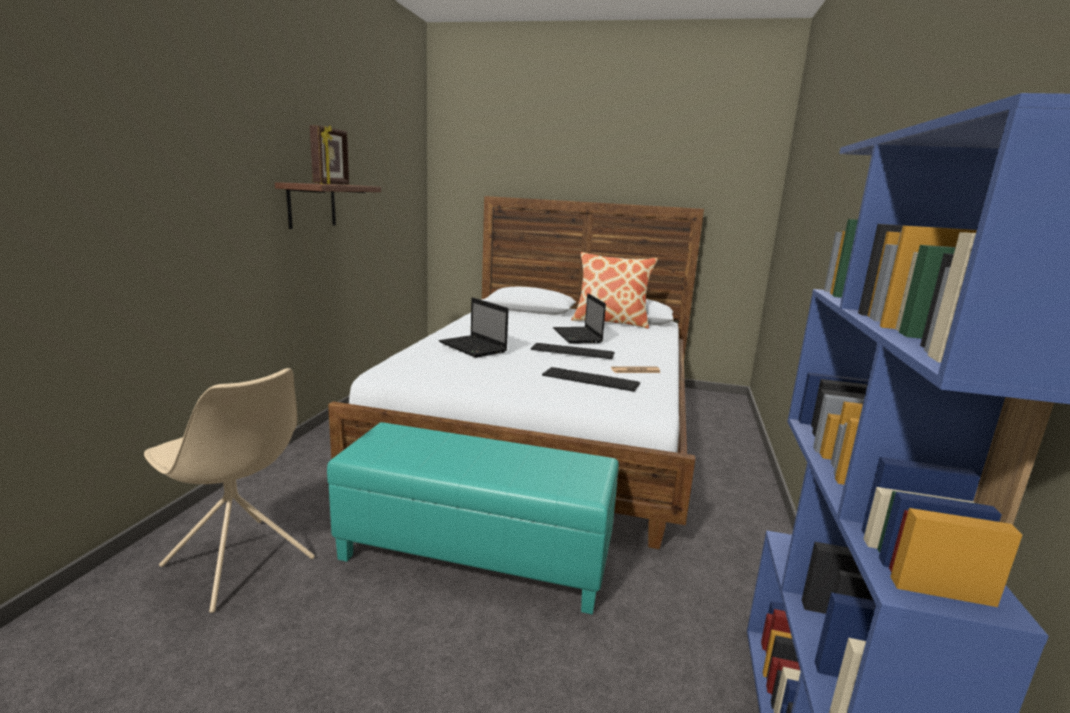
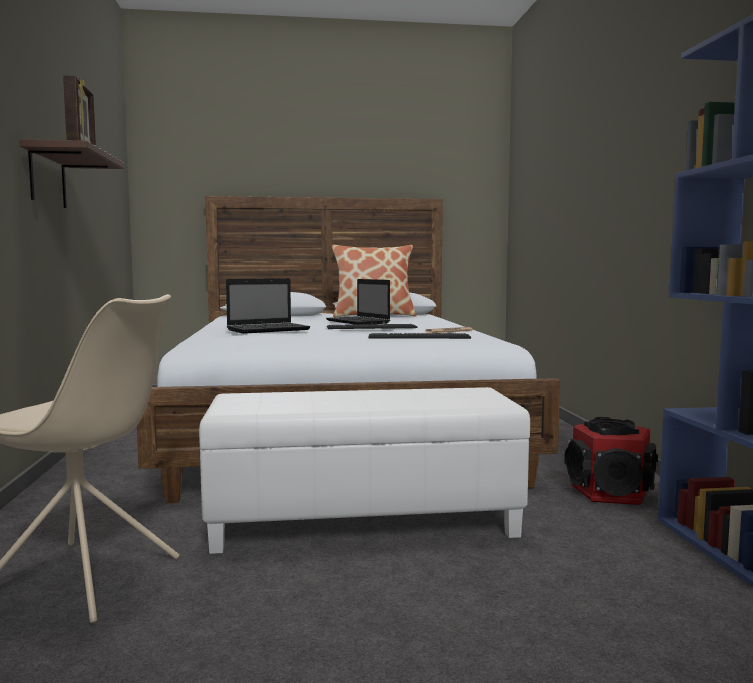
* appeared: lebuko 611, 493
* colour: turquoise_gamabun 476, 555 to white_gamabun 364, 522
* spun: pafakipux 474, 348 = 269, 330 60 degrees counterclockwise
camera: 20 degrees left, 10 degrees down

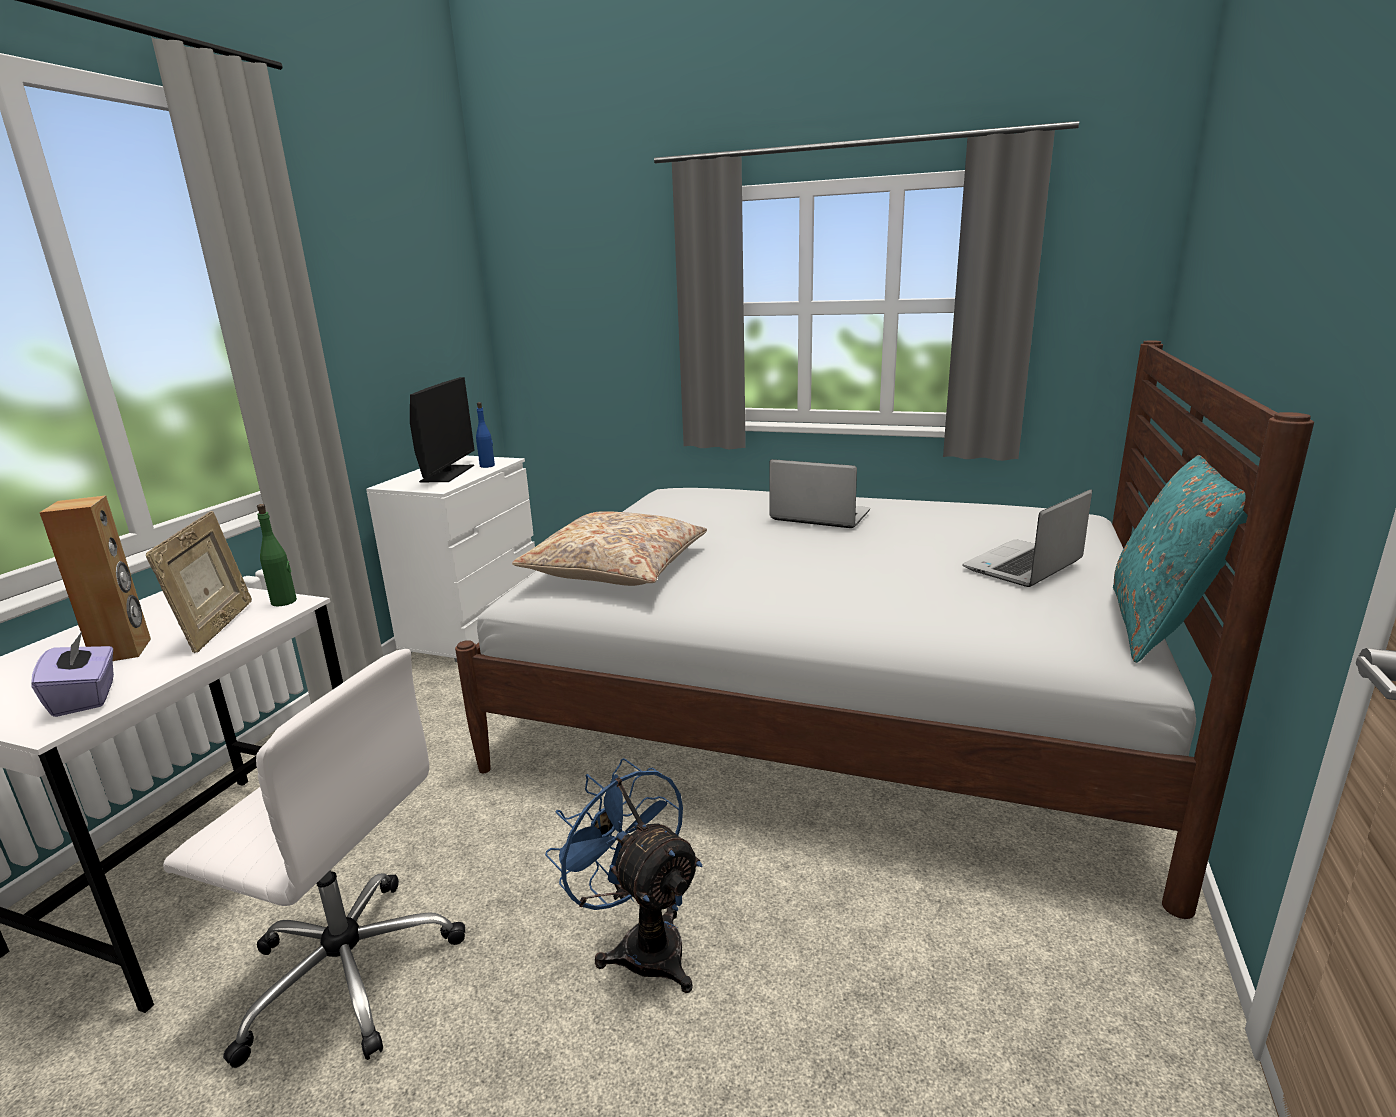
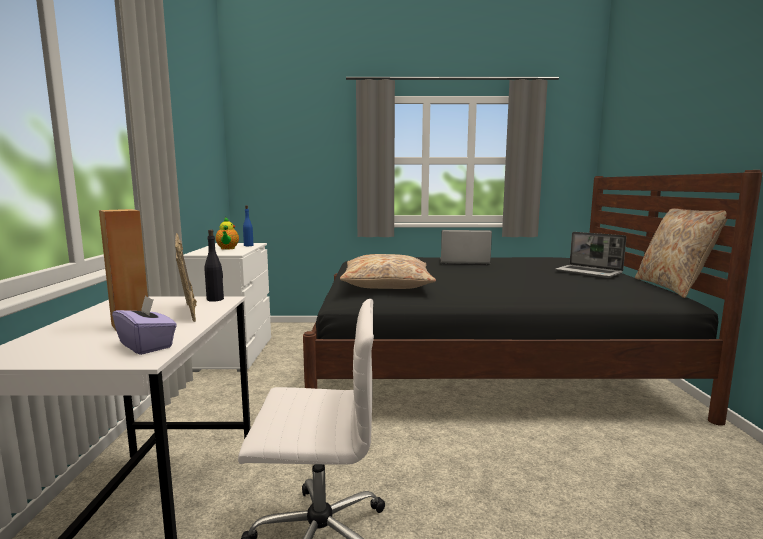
* missing: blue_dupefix 641, 943
* exchanged: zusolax 447, 473 to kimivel 227, 248
* colour: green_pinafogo 284, 601 to black_pinafogo 215, 299
* colour: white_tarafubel 827, 702 to black_tarafubel 481, 365
* colour: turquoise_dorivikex 1159, 626 to beige_dorivikex 673, 287
* spun: pafakipux 1023, 566 = 589, 272 75 degrees counterclockwise
camera: 20 degrees left, 10 degrees down

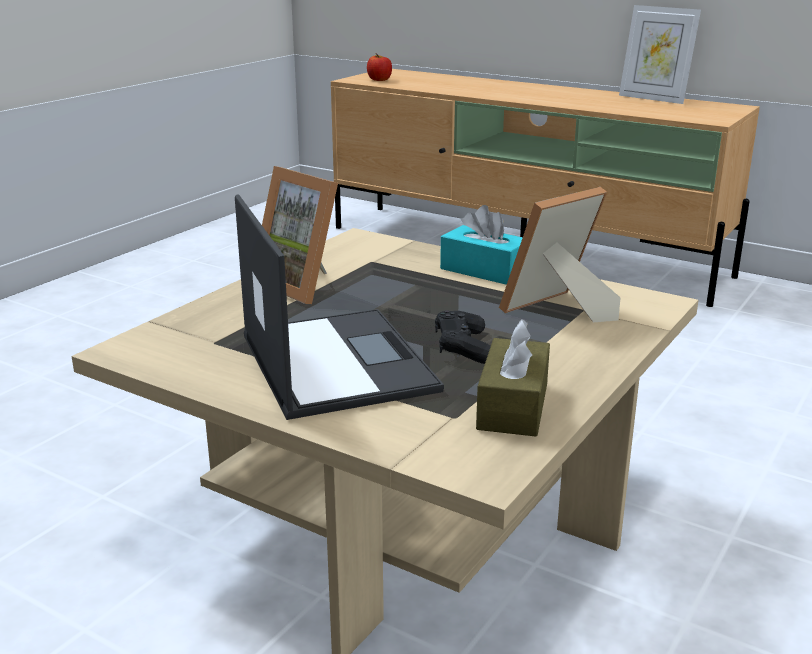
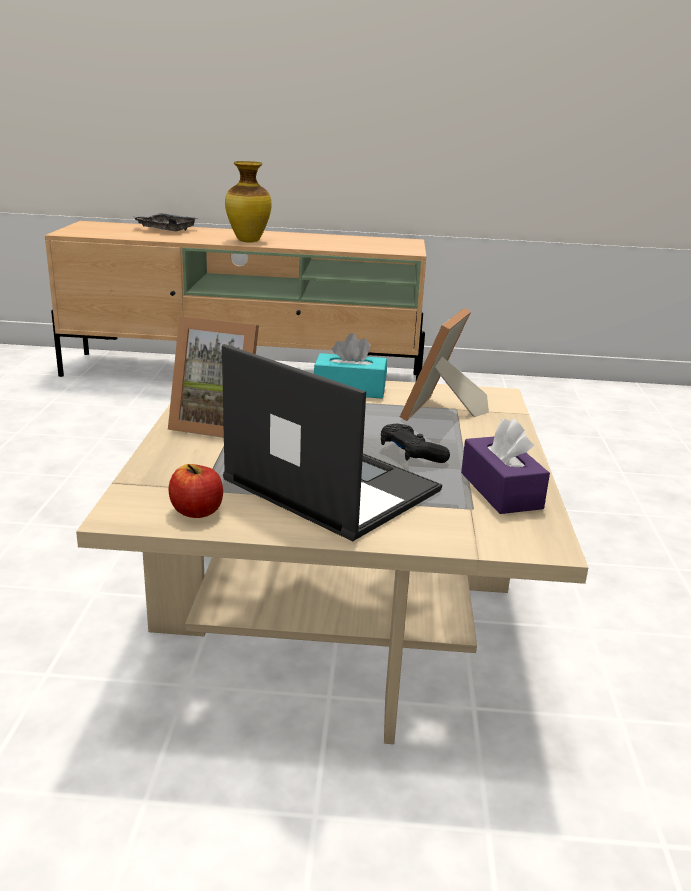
* missing: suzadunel 653, 98
* appeared: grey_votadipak 166, 230
* appeared: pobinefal 247, 241
* relocated: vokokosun 379, 80 to 197, 511
* colour: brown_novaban 513, 406 to purple_novaban 500, 490
camera: 30 degrees left, 0 degrees up

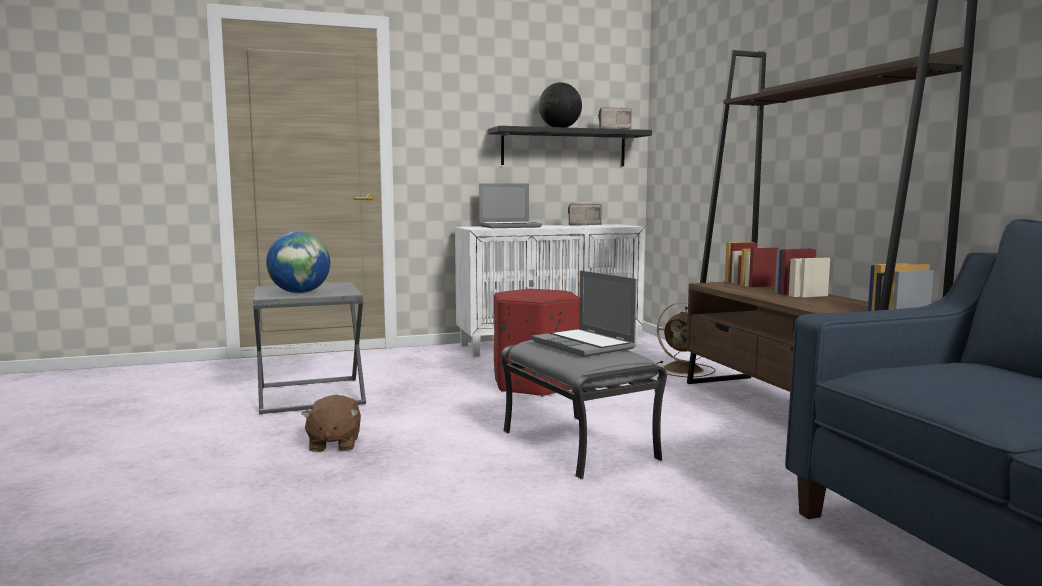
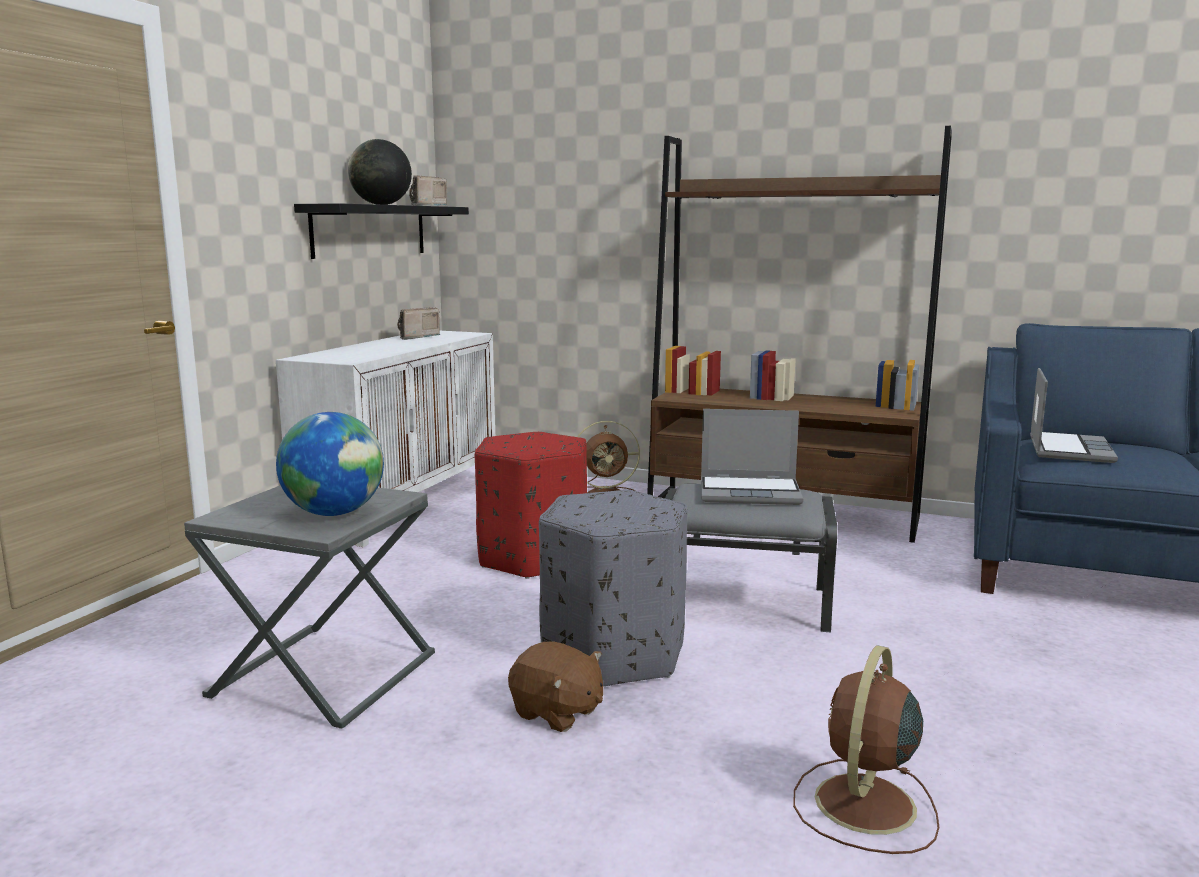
* appeared: grey_gamabun 615, 654
* appeared: brown_dupefix 864, 806
* relocated: pafakipux 510, 226 to 1068, 449
camera: 50 degrees left, 5 degrees up

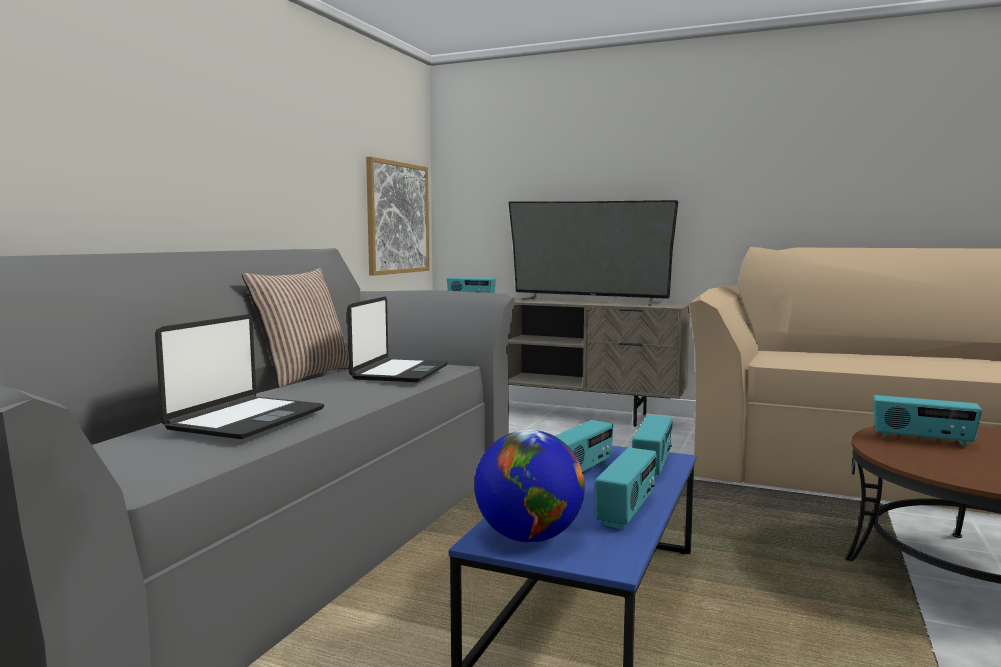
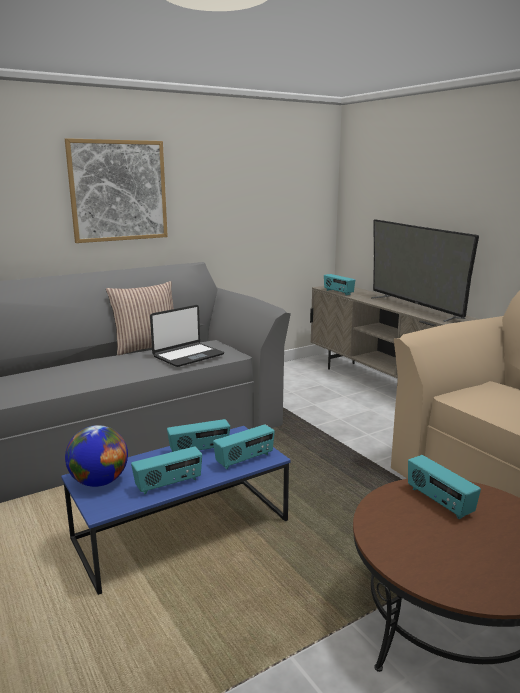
* missing: pafakipux 245, 419
* relocated: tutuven 397, 218 to 118, 191
camera: 35 degrees right, 10 degrees up

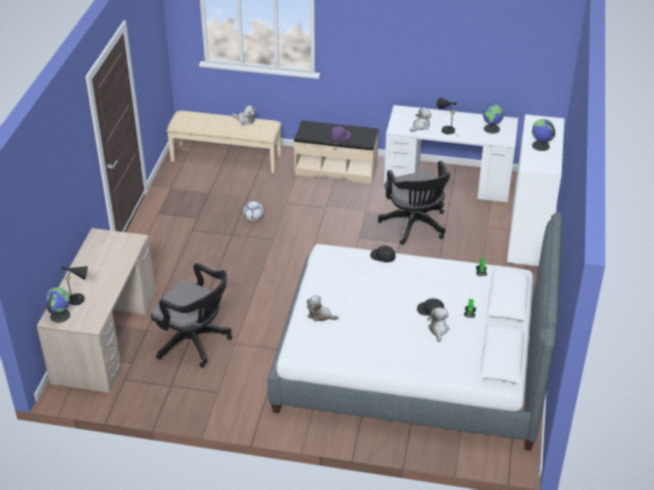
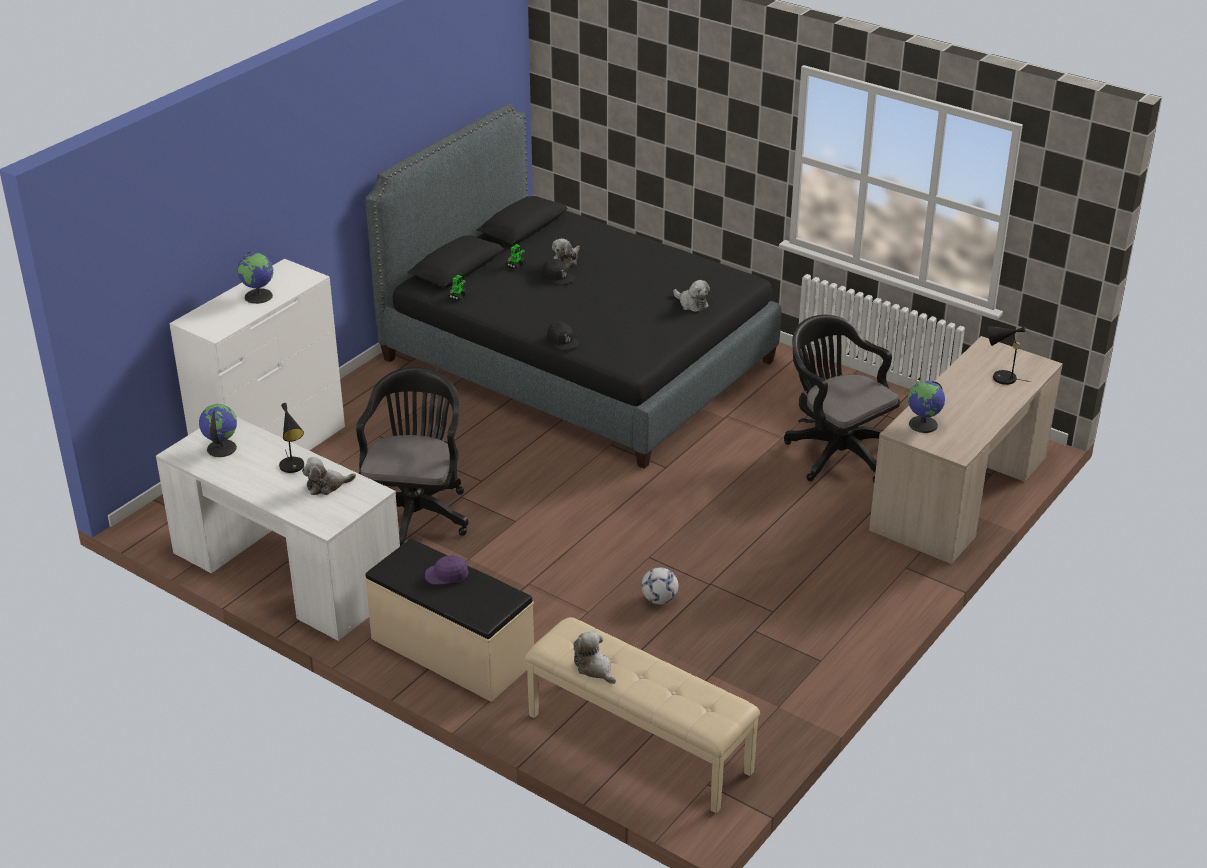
* relocated: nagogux 59, 315 to 923, 424
* colour: white_tarafubel 413, 365 to black_tarafubel 576, 360
camera: 155 degrees left, 5 degrees down

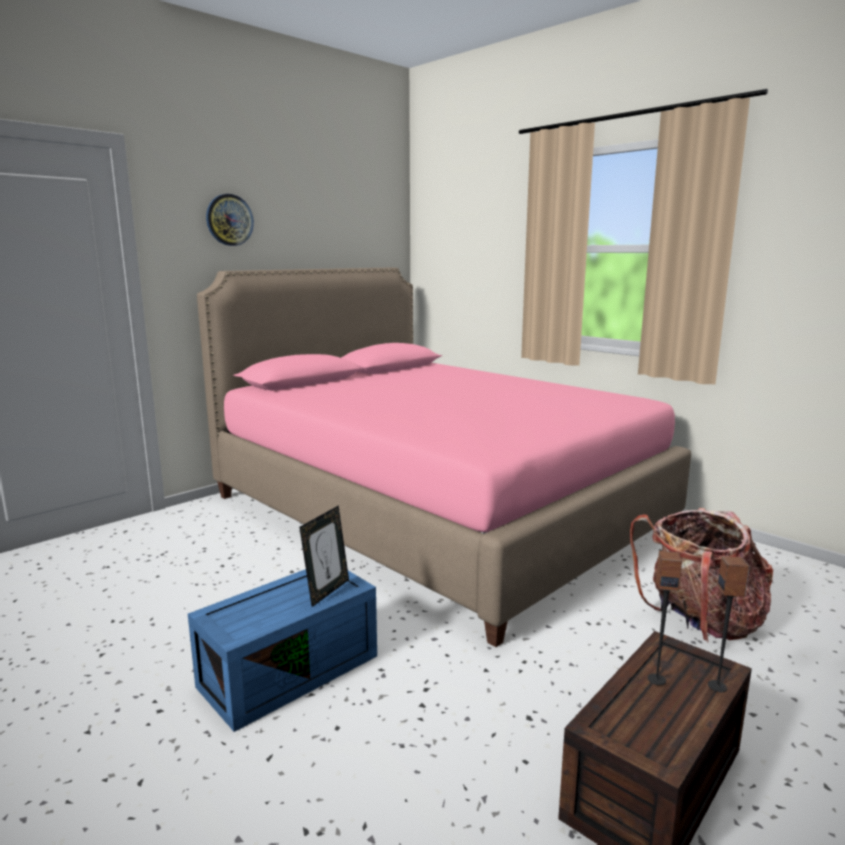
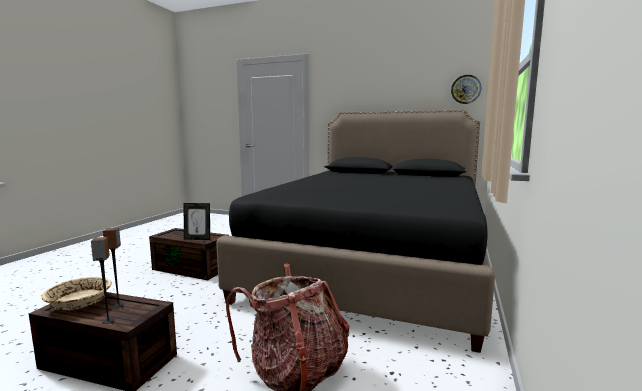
* appeared: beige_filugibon 79, 303
* relocated: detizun 229, 220 to 466, 89
* colour: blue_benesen 290, 669 to brown_benesen 193, 268
* colour: pink_tarafubel 434, 511 to black_tarafubel 375, 263
camera: 65 degrees right, 5 degrees down

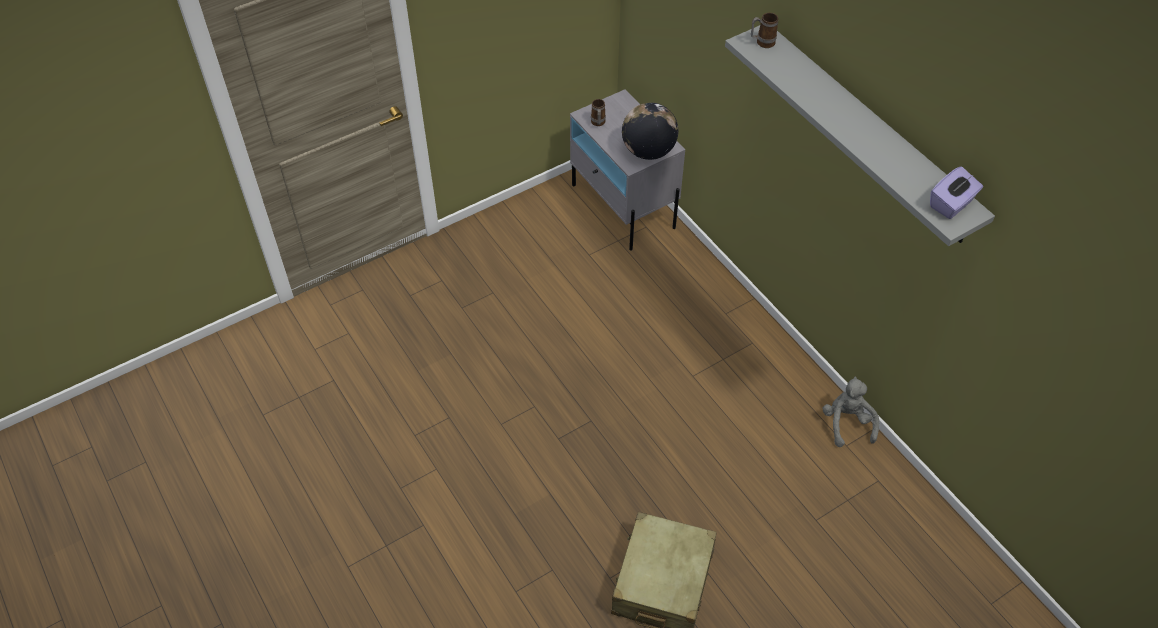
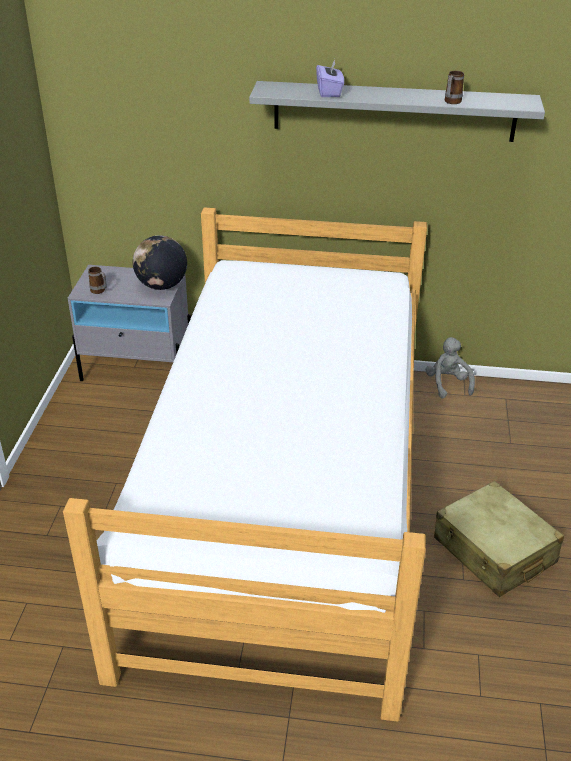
* appeared: tarafubel 286, 498
* relocated: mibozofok 761, 43 to 451, 102
* relocated: purple_novaban 951, 204 to 329, 92
* spun: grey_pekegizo 847, 423 = 447, 384 45 degrees clockwise
camera: 50 degrees left, 15 degrees down

